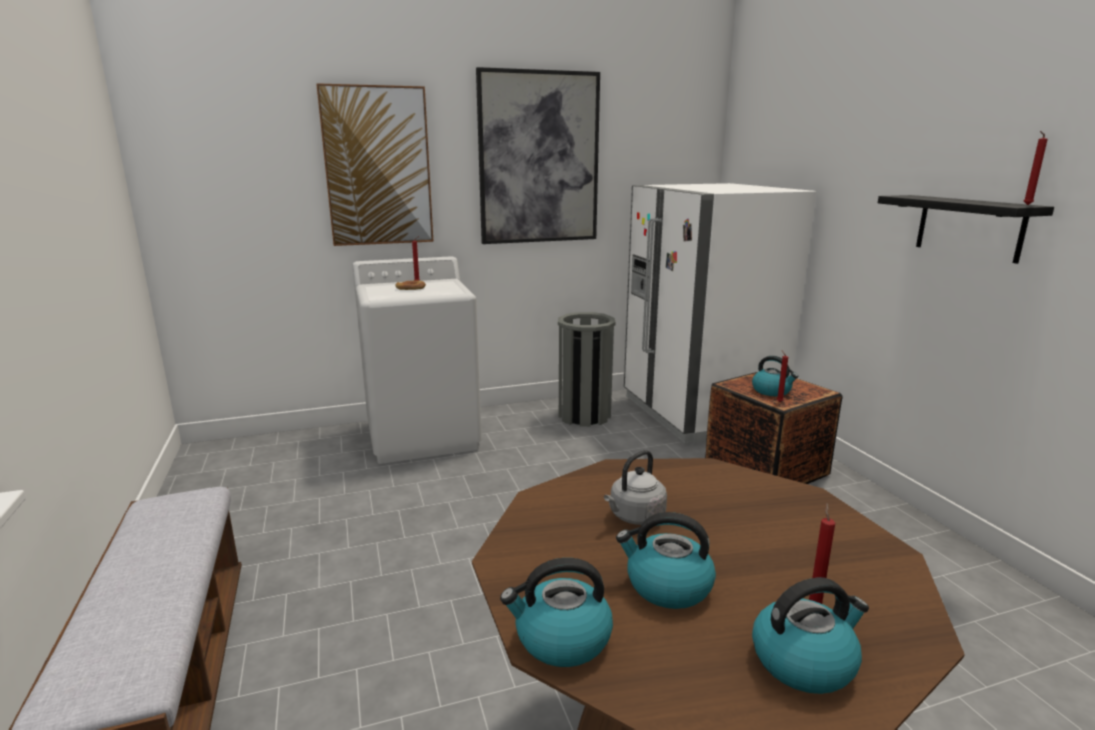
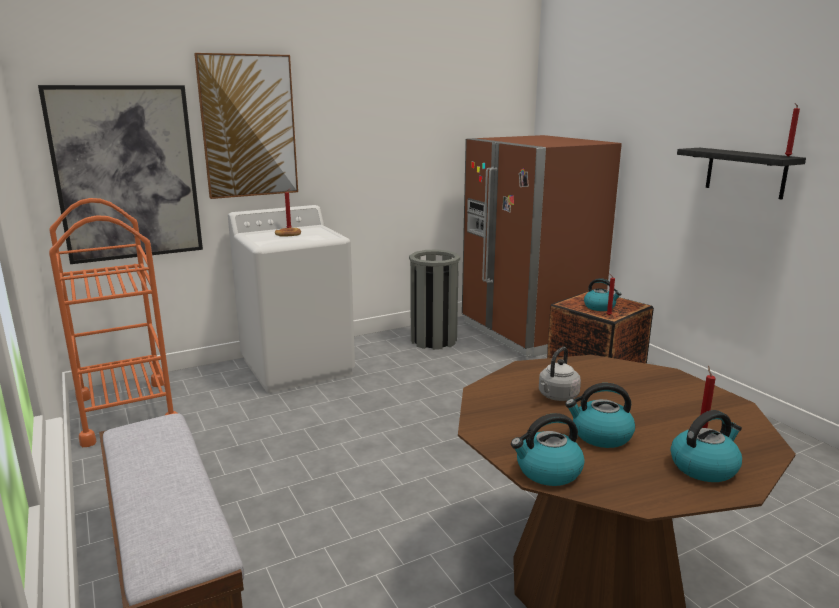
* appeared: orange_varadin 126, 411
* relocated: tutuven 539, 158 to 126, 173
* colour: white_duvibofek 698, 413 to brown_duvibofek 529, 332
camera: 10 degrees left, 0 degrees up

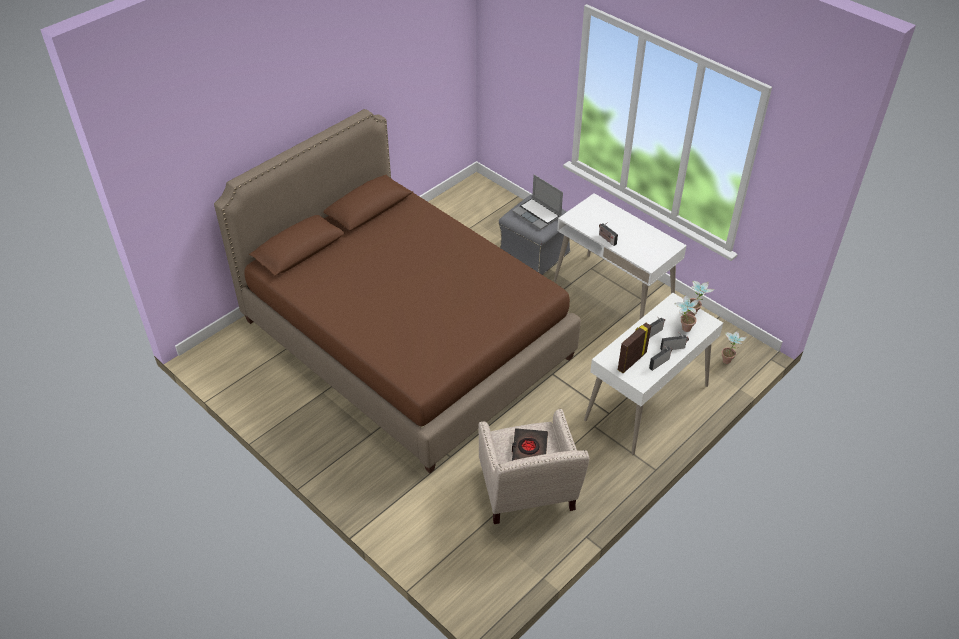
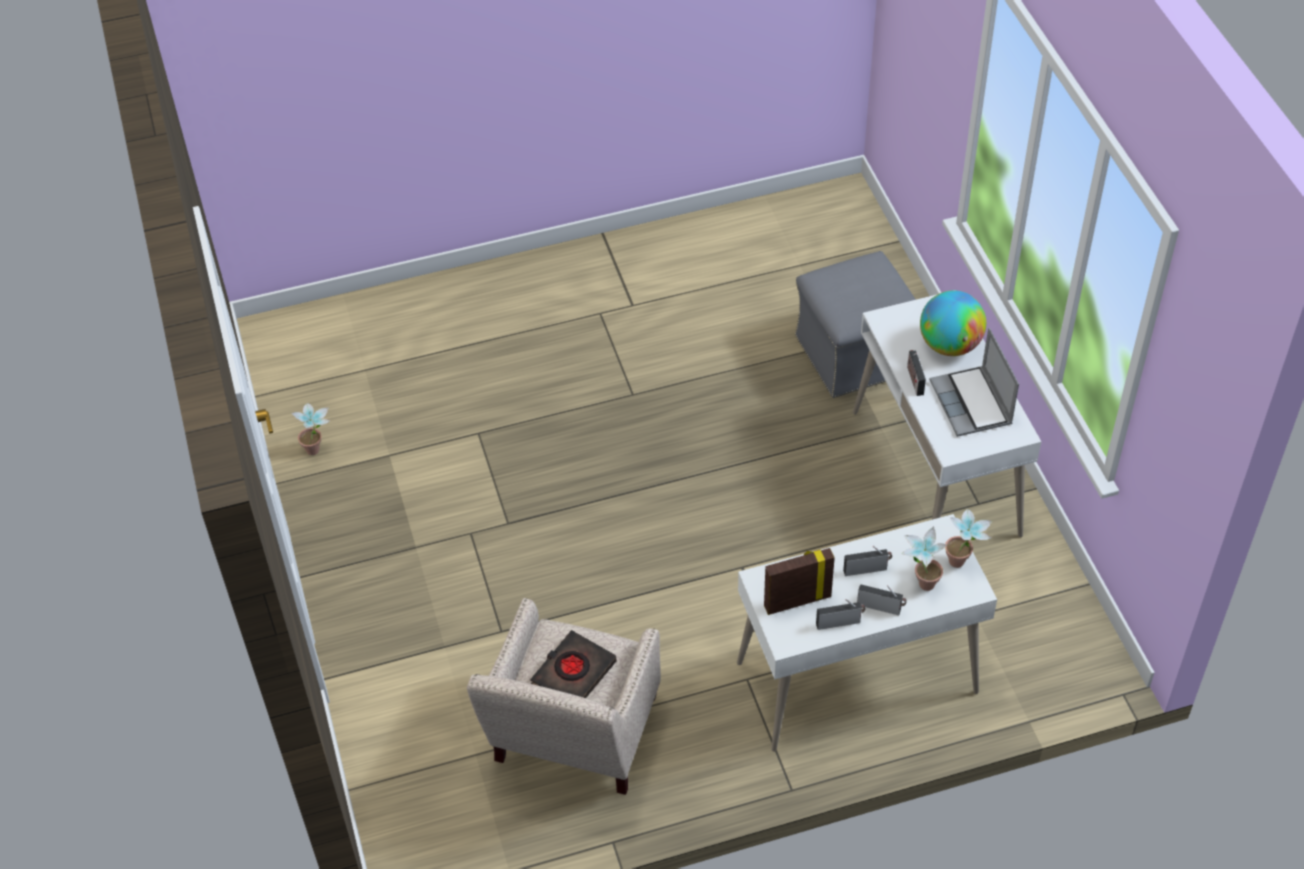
* missing: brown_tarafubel 406, 339
* appeared: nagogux 950, 345
* relocated: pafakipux 537, 214 to 972, 404
* relocated: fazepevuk 729, 359 to 318, 450
camera: 30 degrees right, 5 degrees up

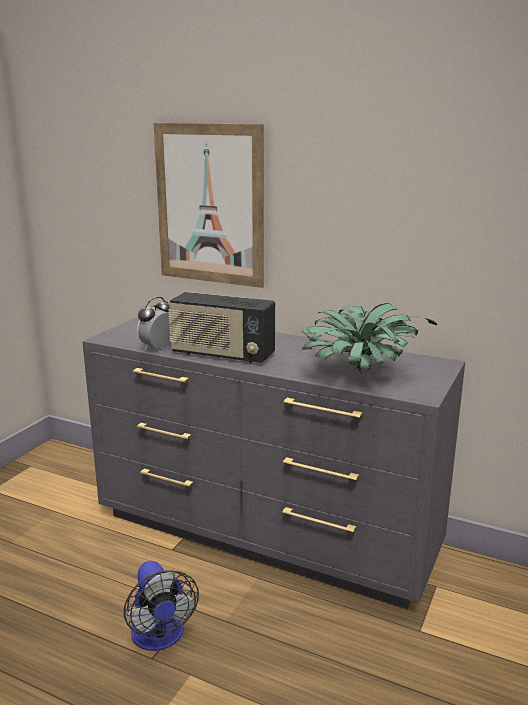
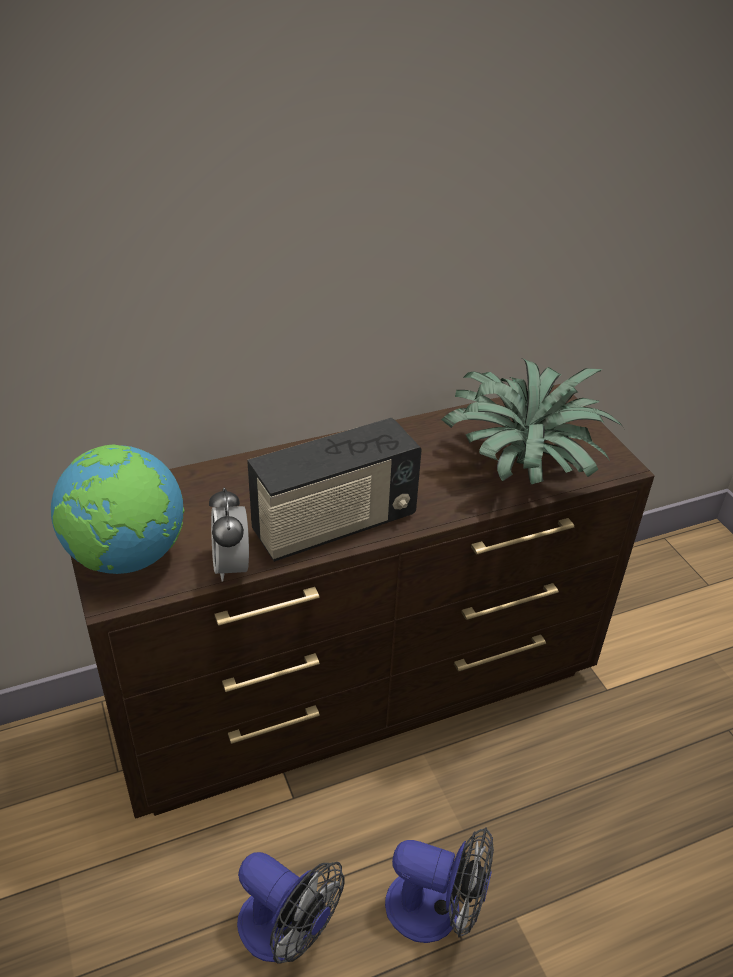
* missing: tutuven 209, 205
* appeared: nagogux 127, 557
* appeared: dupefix 287, 932
* colour: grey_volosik 266, 534 to brown_volosik 359, 692
camera: 50 degrees left, 20 degrees up

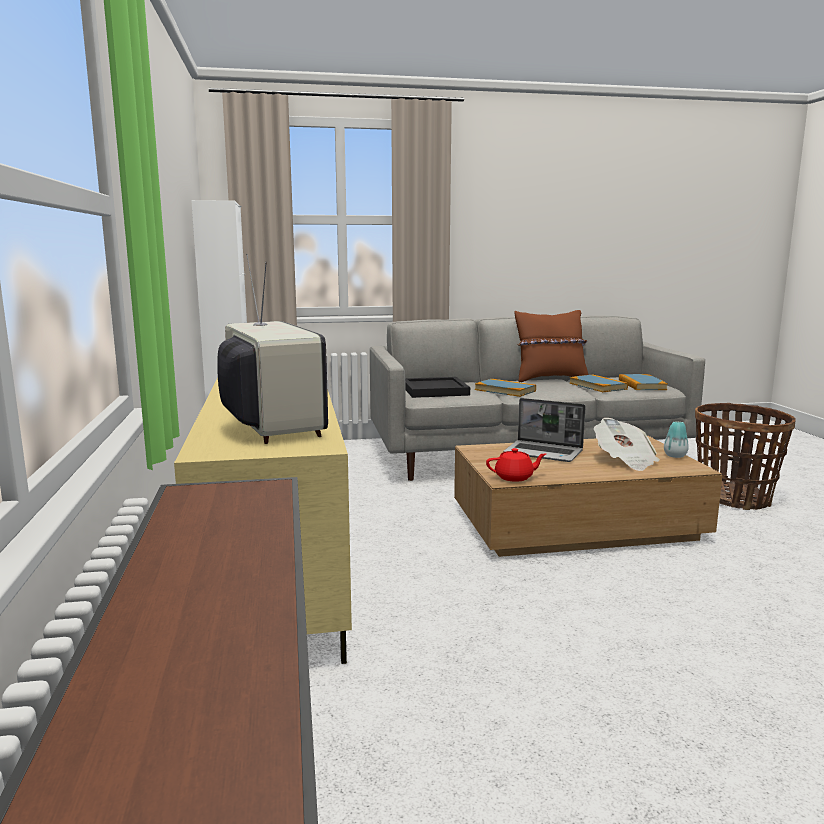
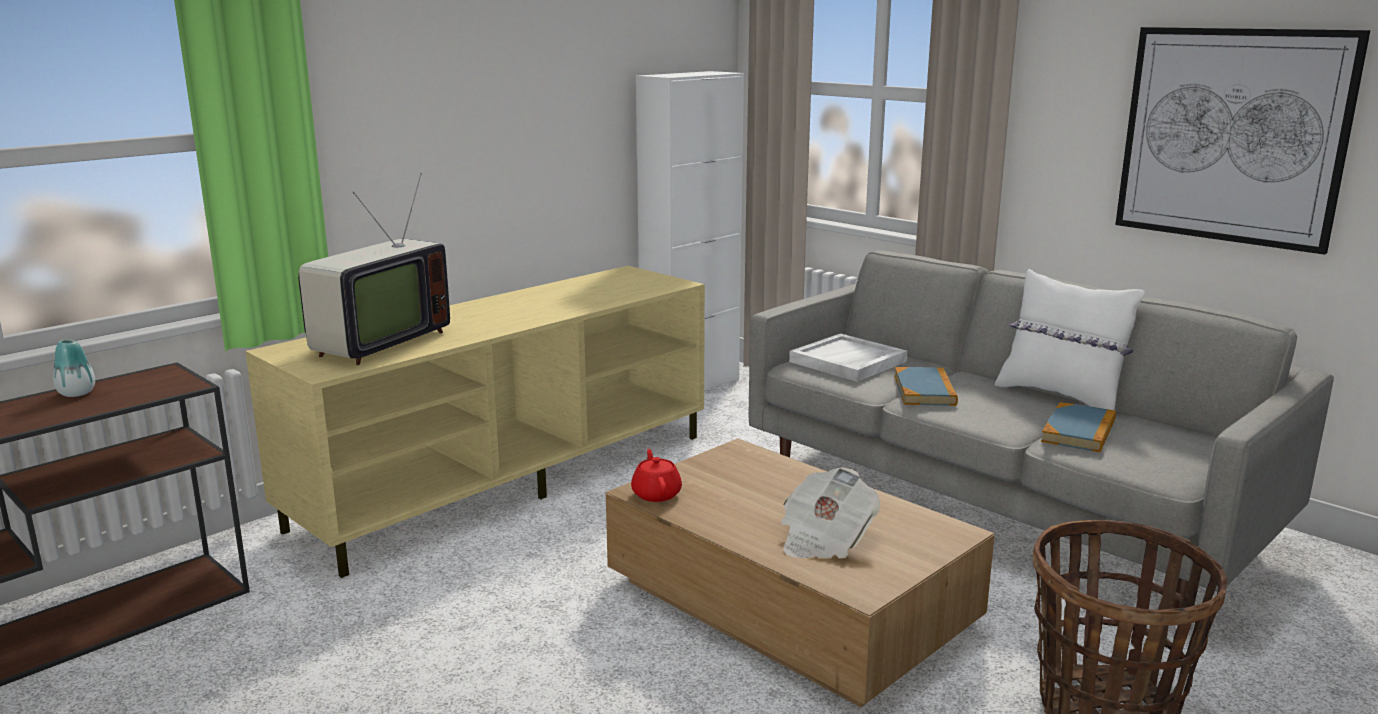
* missing: pafakipux 544, 453
* missing: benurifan 641, 385
* appeared: tutuven 1232, 136
* relocated: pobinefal 675, 456 to 77, 393
* colour: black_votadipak 435, 390 to white_votadipak 848, 362
* colour: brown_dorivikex 549, 379 to white_dorivikex 1061, 396
* spun: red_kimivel 515, 477 = 656, 494 150 degrees counterclockwise
camera: 55 degrees right, 5 degrees up

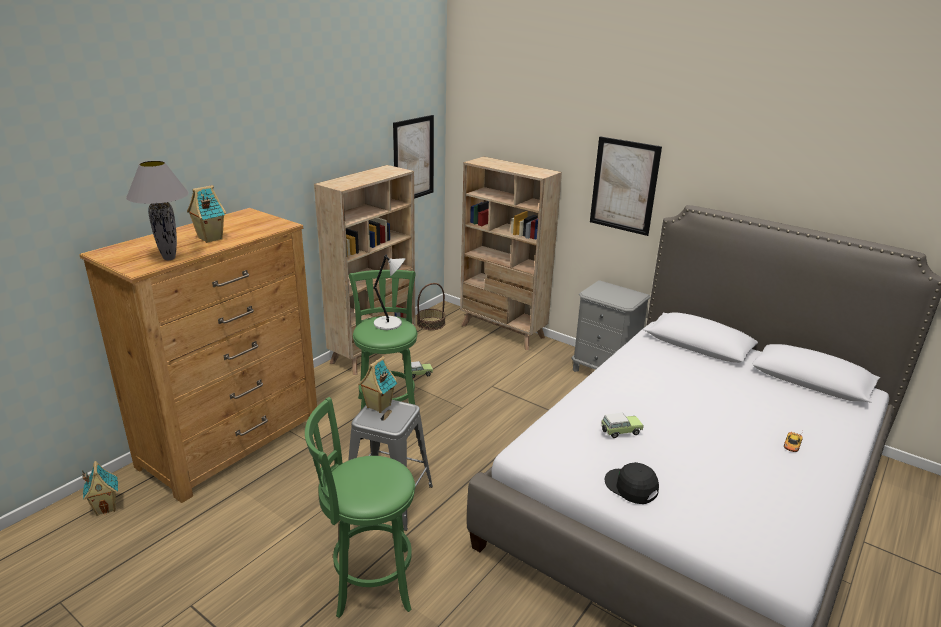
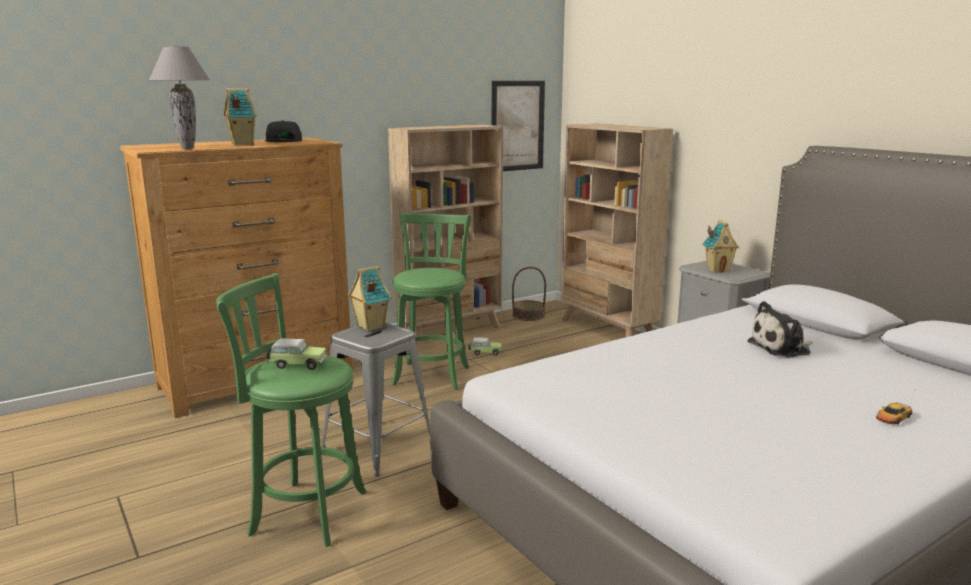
* missing: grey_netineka 389, 324
* missing: tutuven 624, 186
* appeared: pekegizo 782, 348
* relocated: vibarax 106, 507 to 718, 270
* relocated: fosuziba 619, 432 to 297, 365
* relocated: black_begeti 631, 487 to 283, 141
camera: 20 degrees right, 10 degrees down

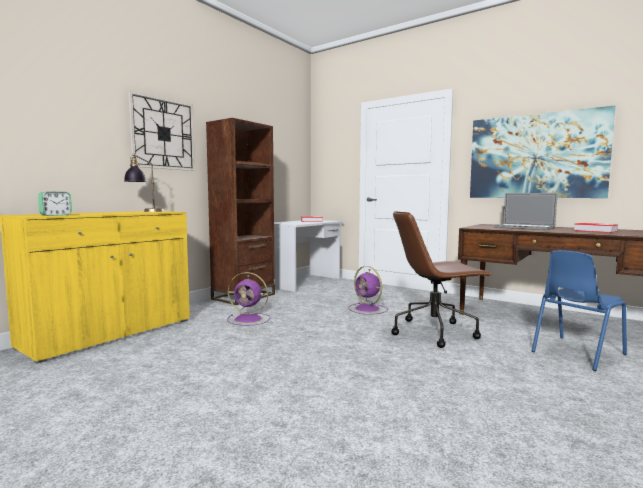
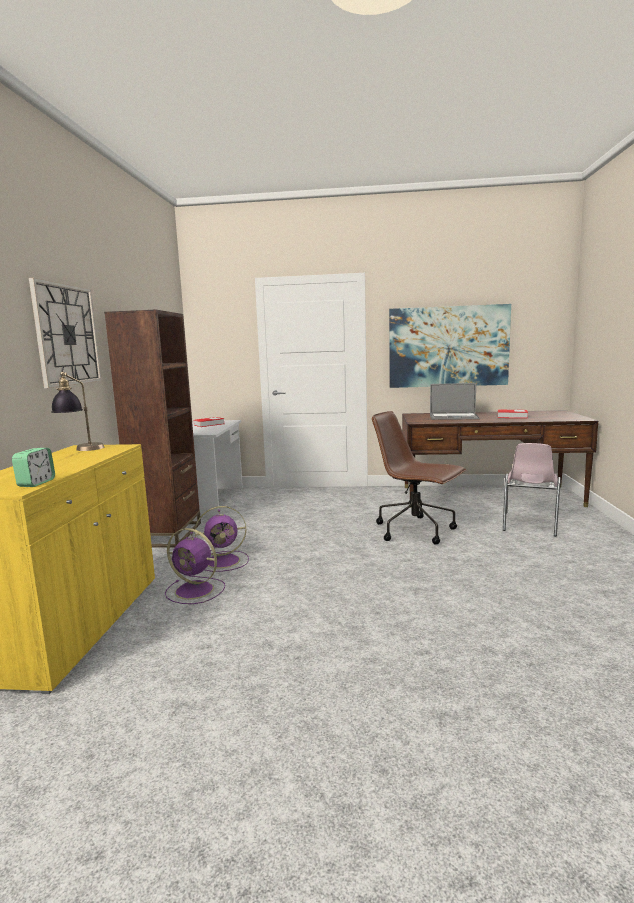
* relocated: purple_dupefix 368, 309 to 196, 590
* colour: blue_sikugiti 576, 353 to pink_sikugiti 529, 524
* spun: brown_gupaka 435, 332 = 416, 530 75 degrees clockwise
camera: 30 degrees left, 5 degrees up

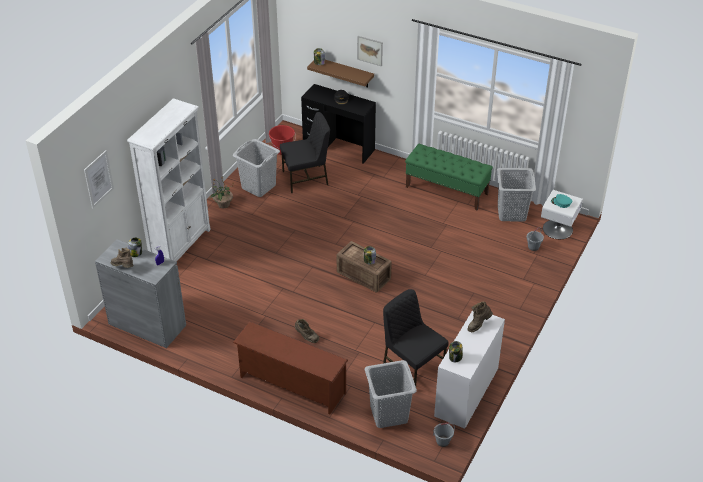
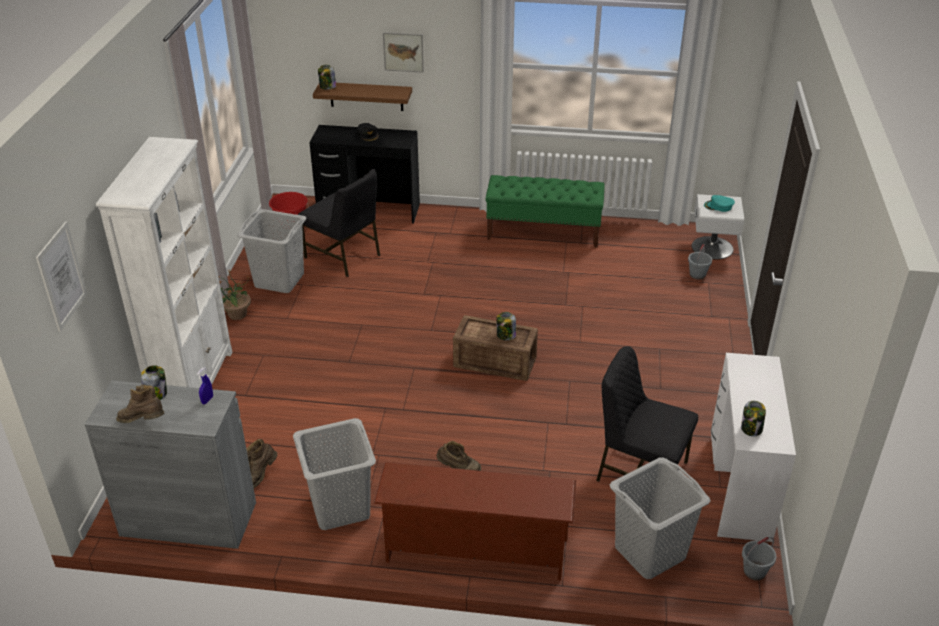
* relocated: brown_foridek 478, 324 to 260, 475
* relocated: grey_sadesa 512, 213 to 341, 508
* spun: black_sikugiti 306, 178 = 344, 256 75 degrees clockwise
camera: 20 degrees left, 5 degrees down

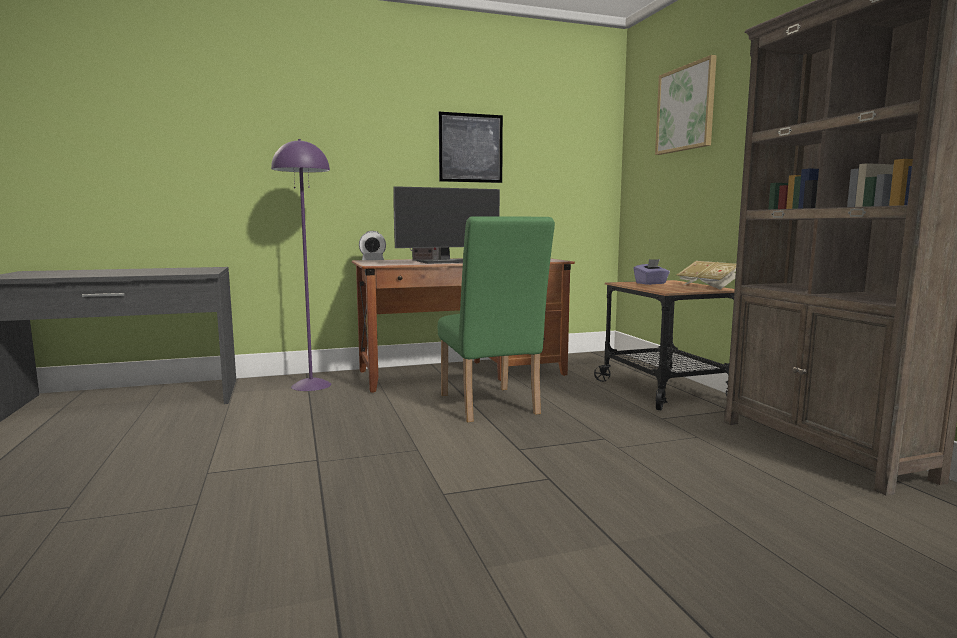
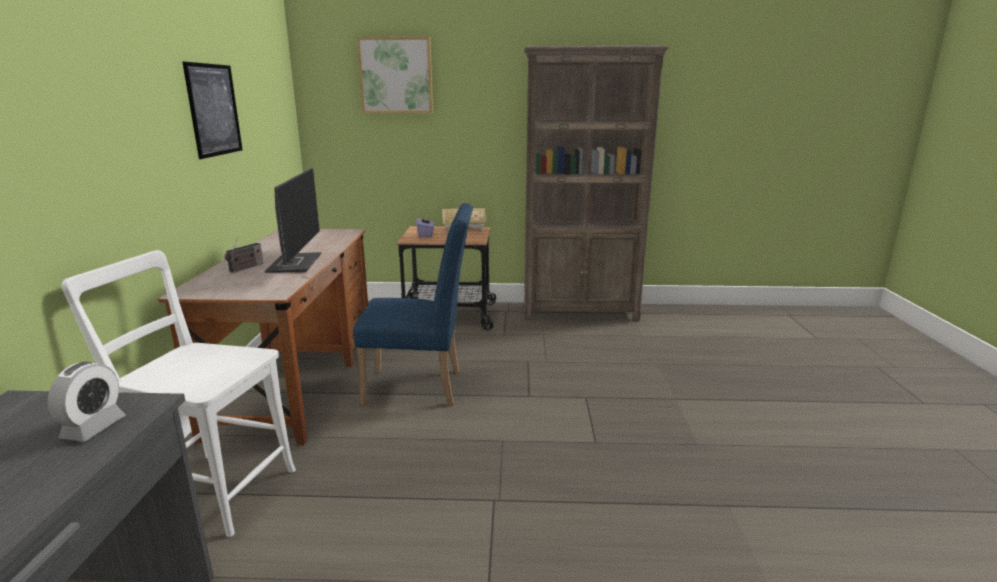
* relocated: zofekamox 373, 260 to 94, 428
* exchanged: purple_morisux 311, 385 to white_sikugiti 212, 490
* colour: green_sikugiti 490, 407 to blue_sikugiti 421, 387
camera: 70 degrees left, 10 degrees up

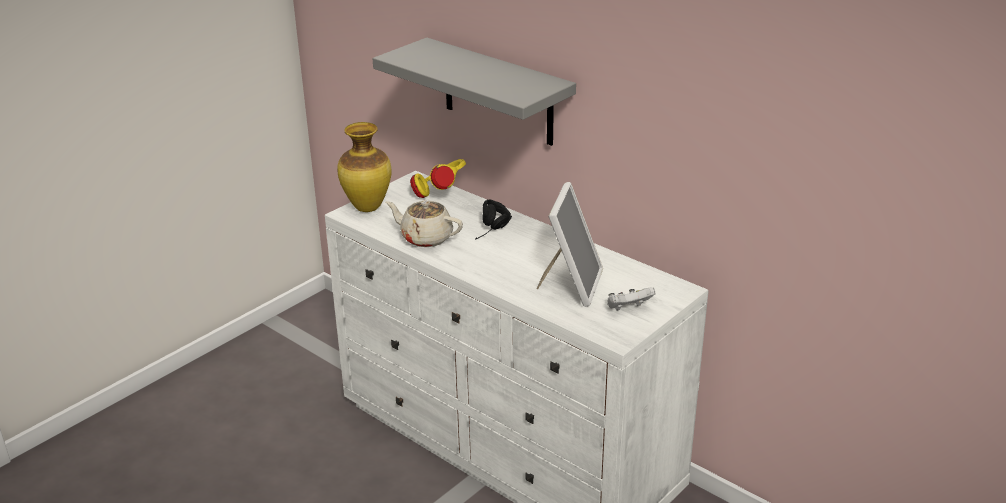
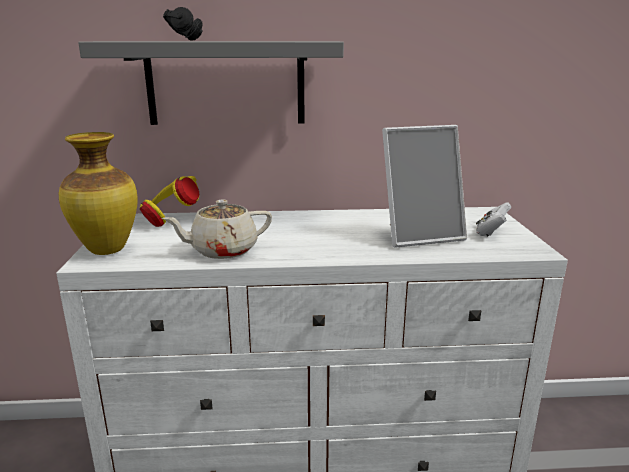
* relocated: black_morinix 494, 231 to 191, 40
* spun: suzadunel 570, 285 = 419, 235 105 degrees clockwise
camera: 45 degrees left, 10 degrees down

